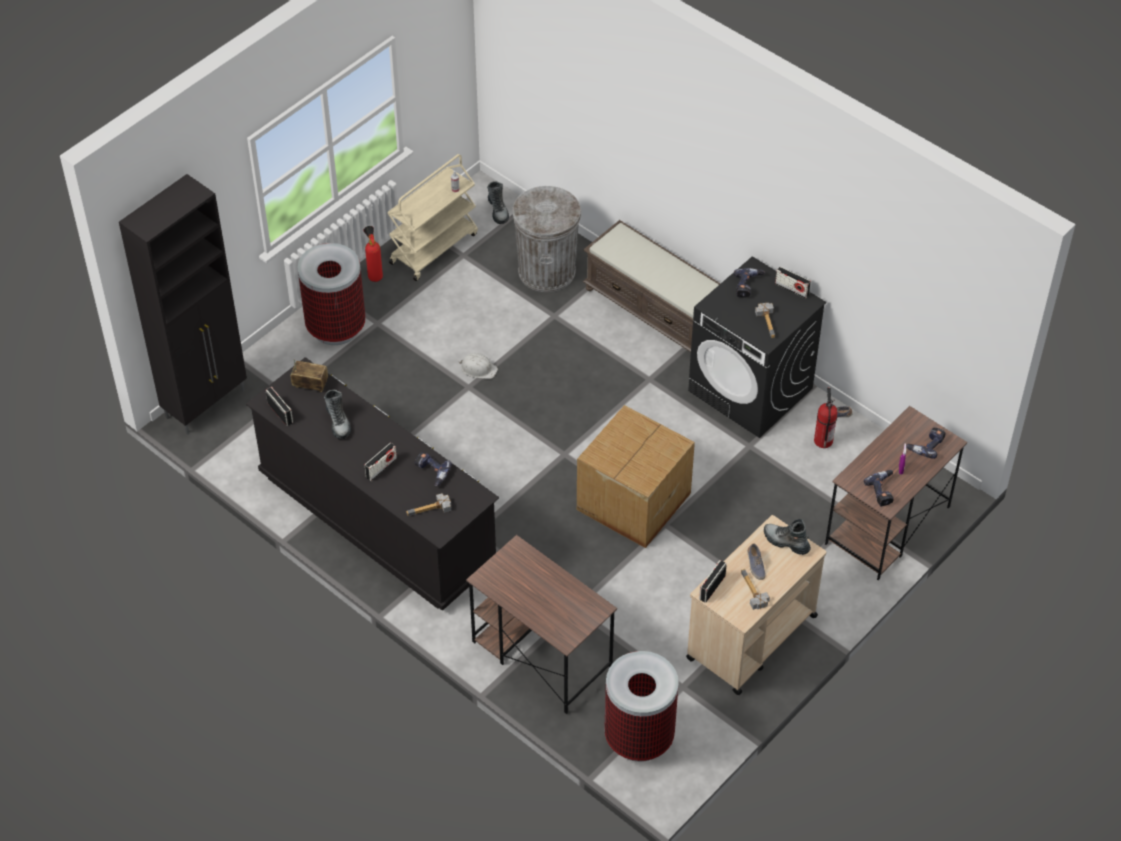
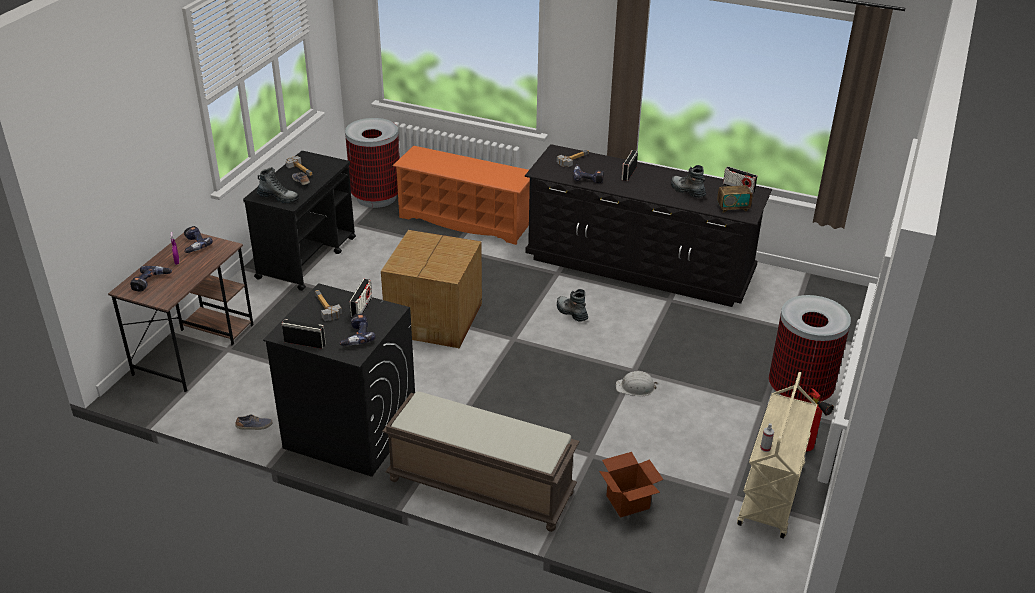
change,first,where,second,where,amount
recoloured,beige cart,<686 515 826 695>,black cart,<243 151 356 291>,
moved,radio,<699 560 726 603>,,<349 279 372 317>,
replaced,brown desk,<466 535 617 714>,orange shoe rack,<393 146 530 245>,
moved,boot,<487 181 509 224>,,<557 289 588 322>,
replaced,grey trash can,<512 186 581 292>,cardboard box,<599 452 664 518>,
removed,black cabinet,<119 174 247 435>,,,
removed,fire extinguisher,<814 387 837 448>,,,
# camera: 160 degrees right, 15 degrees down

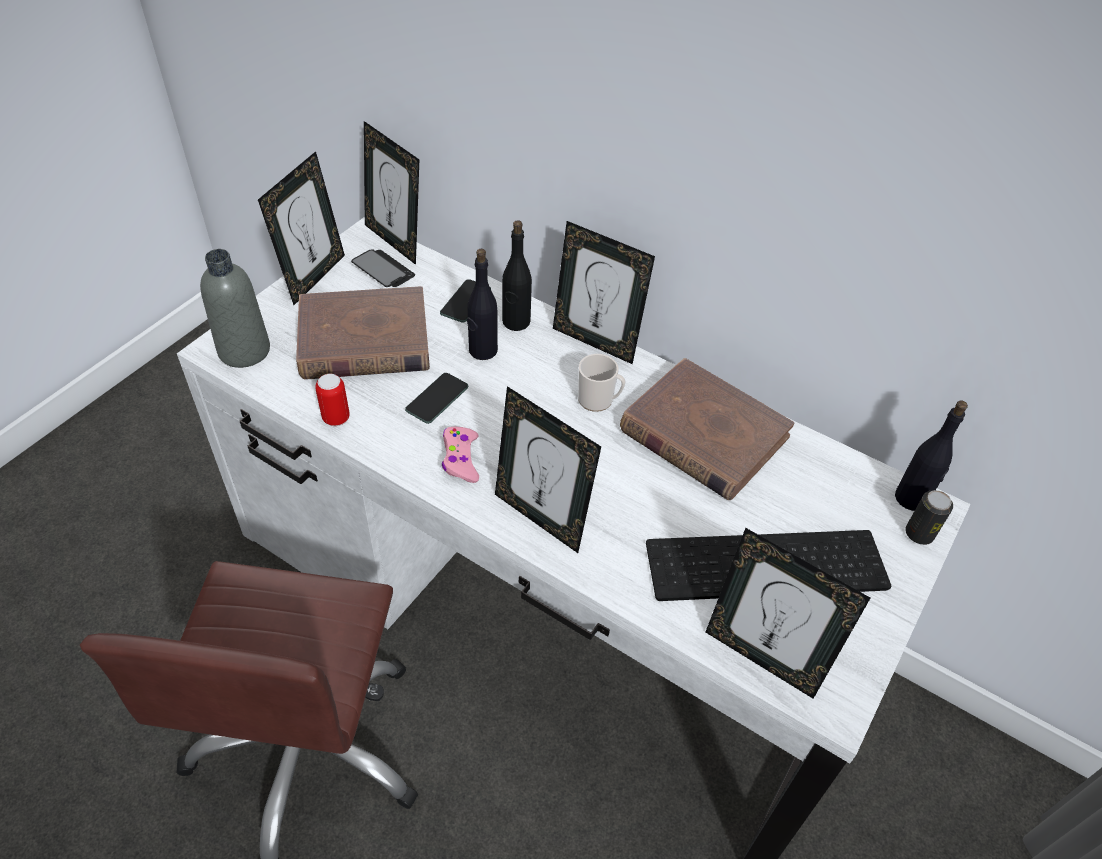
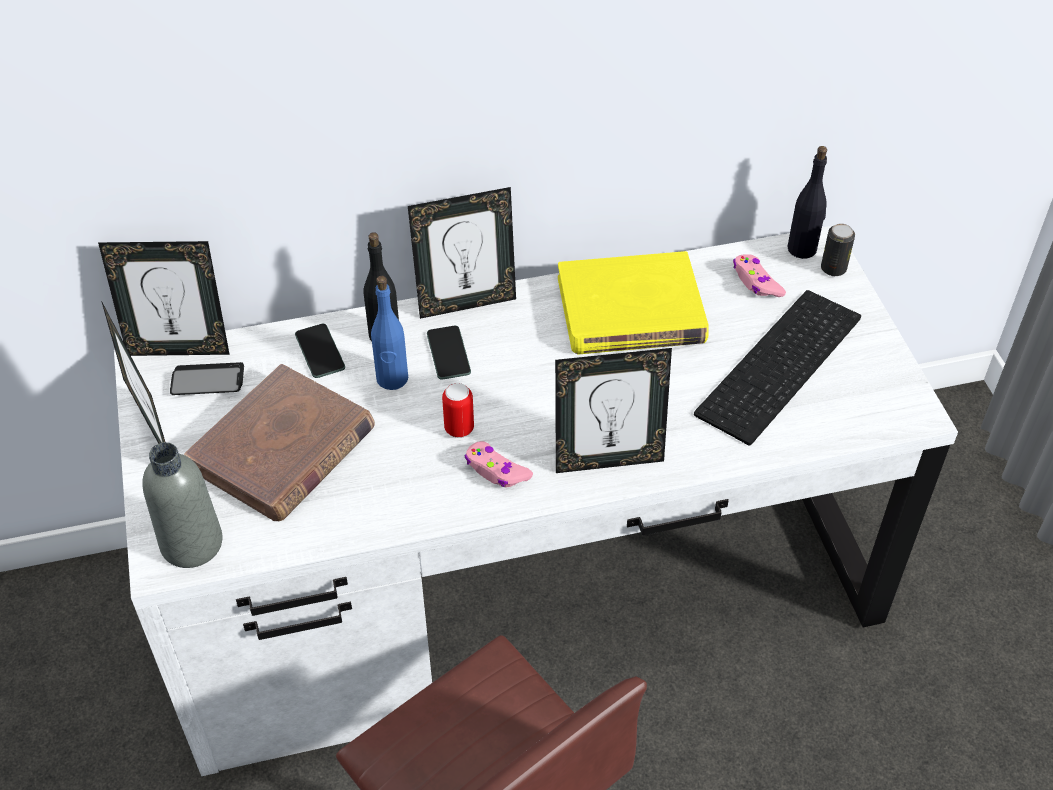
change,first,where,second,where,amount
recoloured,black bottle,<467 249 498 360>,blue bottle,<371 276 408 390>,
moved,phone,<405 373 468 424>,,<427 326 471 380>,
moved,can,<315 374 350 426>,,<442 383 474 438>,
recoloured,brown book,<620 358 794 500>,yellow book,<558 251 709 355>,
added,,,pink game controller,<733 254 786 297>,
removed,mug,<578 354 626 412>,,,
removed,picture frame,<706 528 870 699>,,,
# camera: 45 degrees left, 0 degrees up

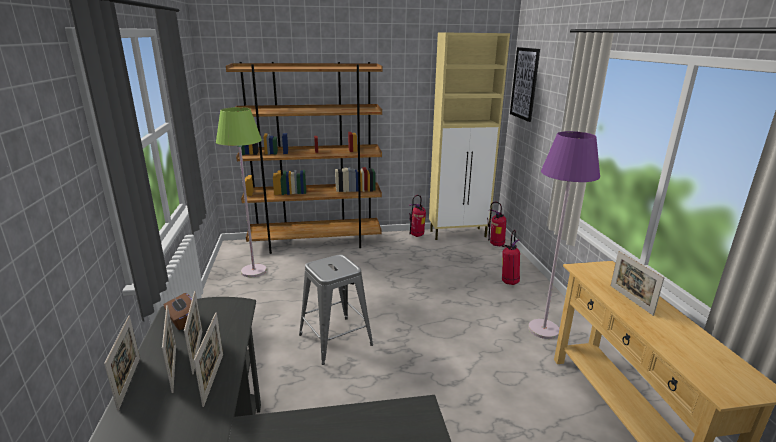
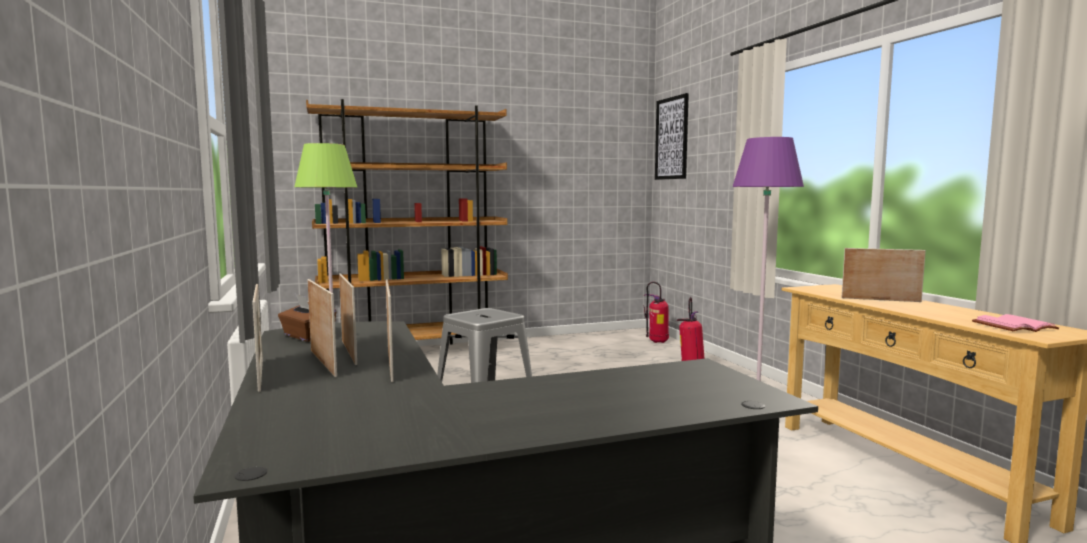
change,first,where,second,where,amount
turned,picture frame,<611 251 664 316>,,<842 248 926 302>,135 degrees clockwise
added,,,pink book,<972 314 1059 332>,
removed,fire extinguisher,<408 195 426 237>,,,
removed,beige cabinet,<429 32 510 240>,,,
# camera: 10 degrees left, 15 degrees down

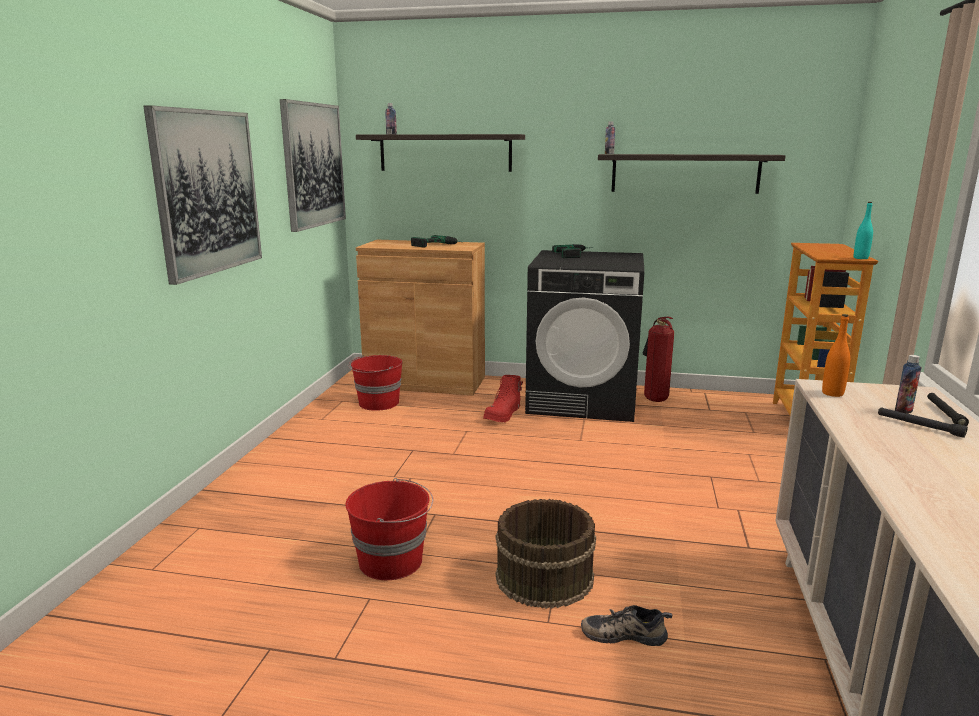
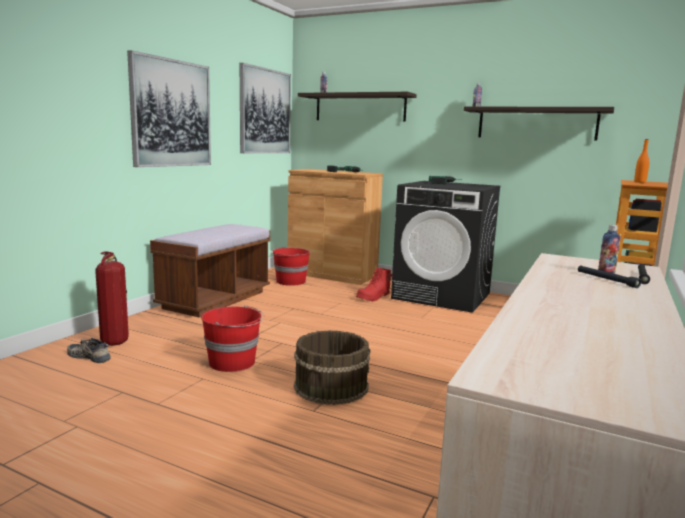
change,first,where,second,where,amount
moved,shoe,<581 605 672 646>,,<67 338 111 363>,
moved,fire extinguisher,<642 316 674 402>,,<95 251 129 346>,
added,,,brown bench,<150 224 270 318>,
moved,orange bottle,<822 314 850 397>,,<634 139 649 183>,
removed,turquoise bottle,<854 202 873 259>,,,
# camera: 15 degrees right, 5 degrees down

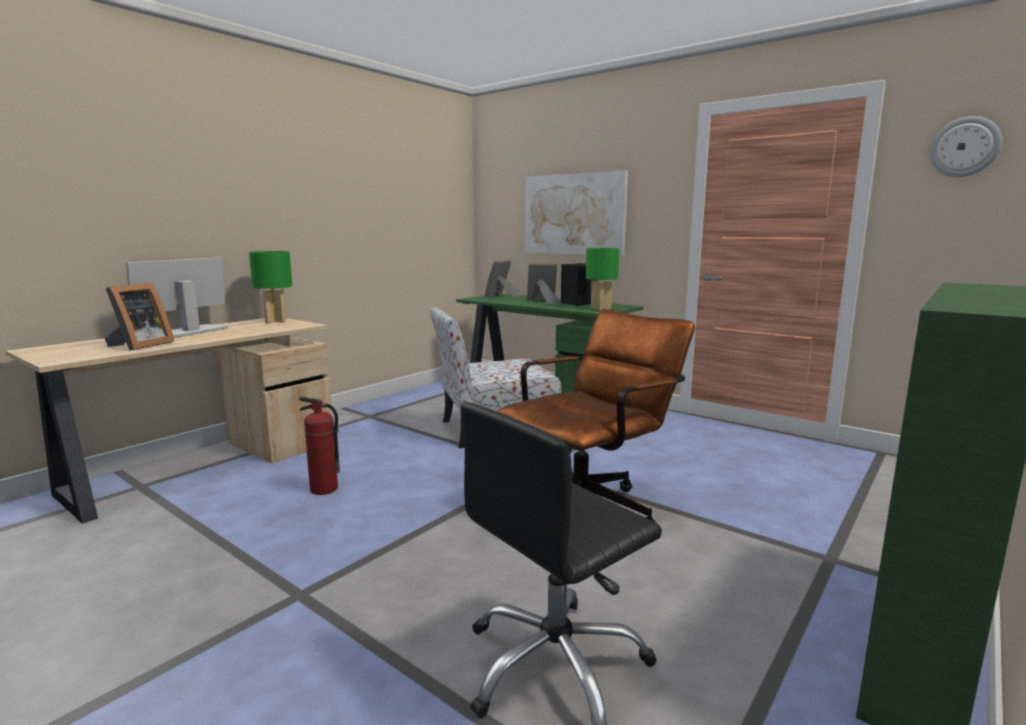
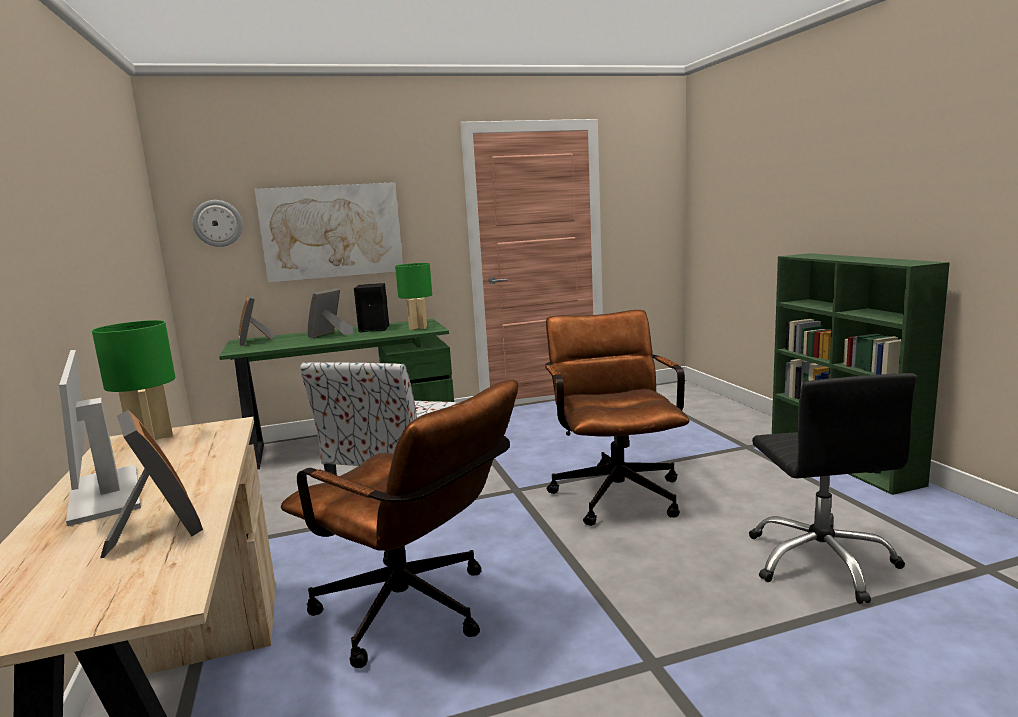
change,first,where,second,where,amount
moved,wall clock,<929 116 1002 177>,,<192 200 243 247>,
replaced,fire extinguisher,<299 397 340 495>,brown office chair,<281 380 518 668>,
# camera: 55 degrees left, 0 degrees up

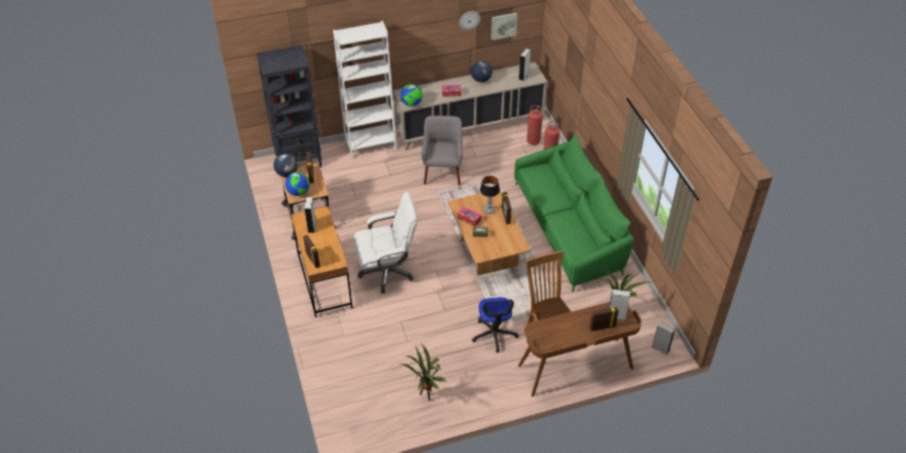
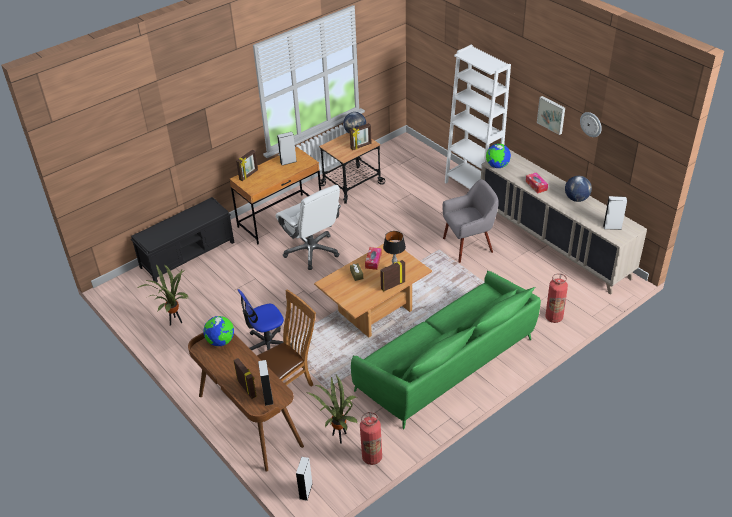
change,first,where,second,where,amount
added,,,black bench,<131 197 234 282>,
moved,globe,<285 172 309 196>,,<203 316 234 346>,
moved,fire extinguisher,<527 105 543 145>,,<360 412 382 465>,
moved,picture,<491 13 517 40>,,<537 96 565 135>,
removed,black bookcase,<257 45 322 167>,,,
# camera: 70 degrees right, 5 degrees down

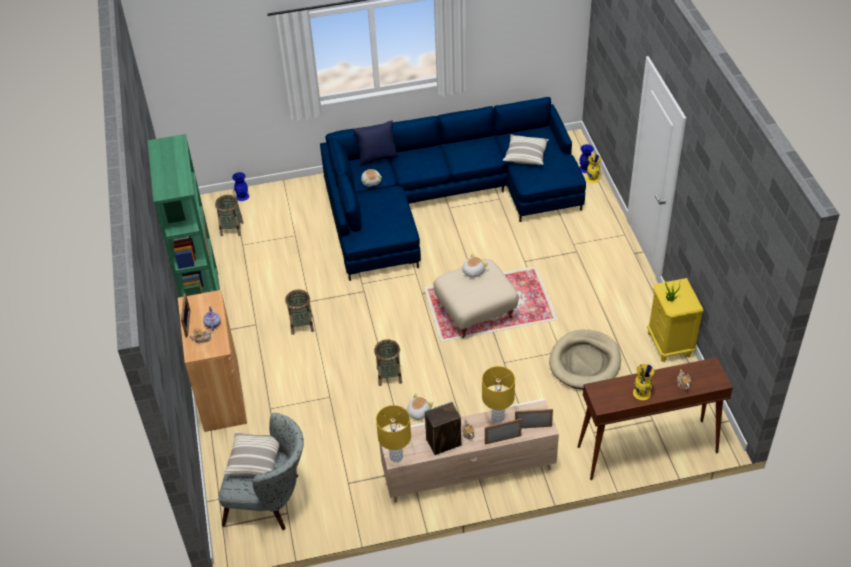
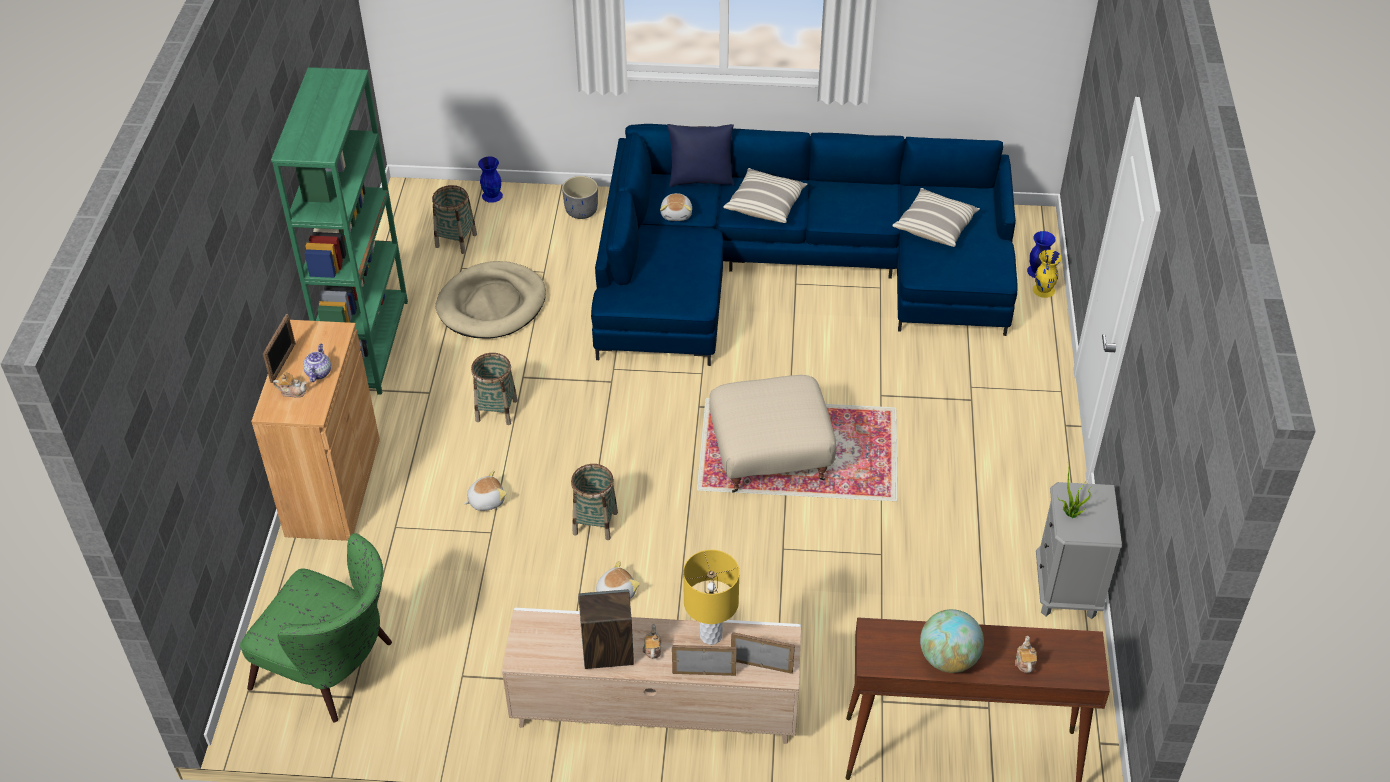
change,first,where,second,where,amount
recoloured,grey armchair,<218 413 304 530>,green armchair,<240 533 392 722>,
moved,beige dog bed,<549 329 621 390>,,<436 261 546 338>,
moved,plush toy,<462 253 488 278>,,<464 470 507 511>,
added,,,grey planter,<562 176 598 219>,
moved,pillow,<223 432 279 476>,,<723 168 807 223>,
replaced,yellow vase,<633 364 654 400>,globe,<920 609 984 673>,
recoloured,yellow nightstand,<647 278 704 362>,grey nightstand,<1036 482 1122 619>,
removed,yellow table lamp,<376 405 411 463>,,,
# camera: 15 degrees right, 0 degrees up

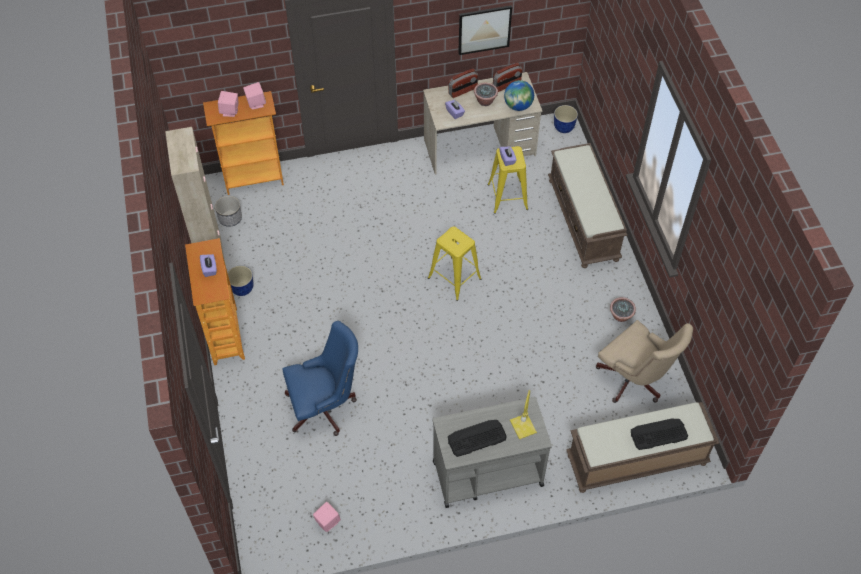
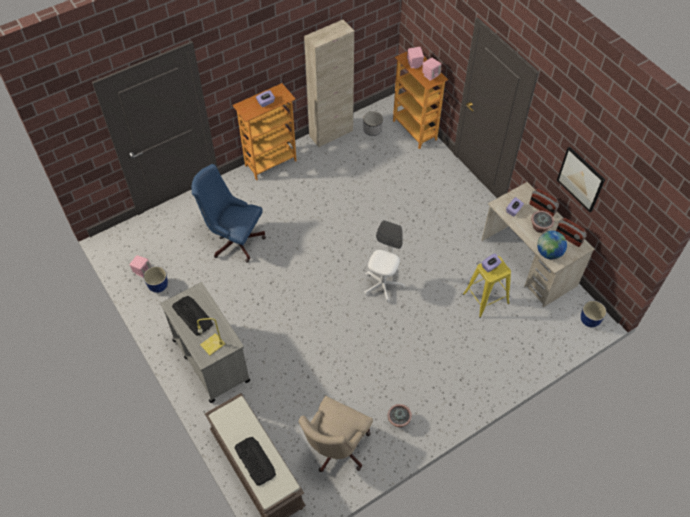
change,first,where,second,where,amount
moved,planter,<228 265 253 296>,,<144 266 168 293>,
turned,blue office chair,<282 321 358 436>,,<191 164 266 263>,150 degrees clockwise
replaced,yellow stool,<428 226 482 301>,white office chair,<364 220 405 303>,
removed,brown bench,<548 143 627 268>,,,
# camera: 70 degrees right, 0 degrees up

